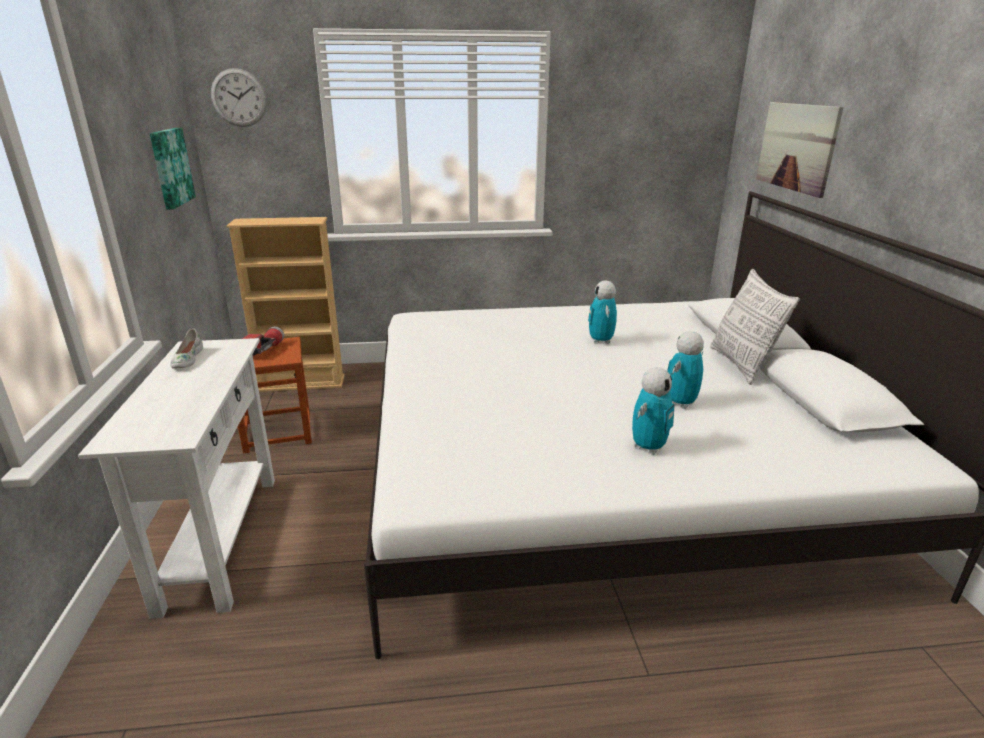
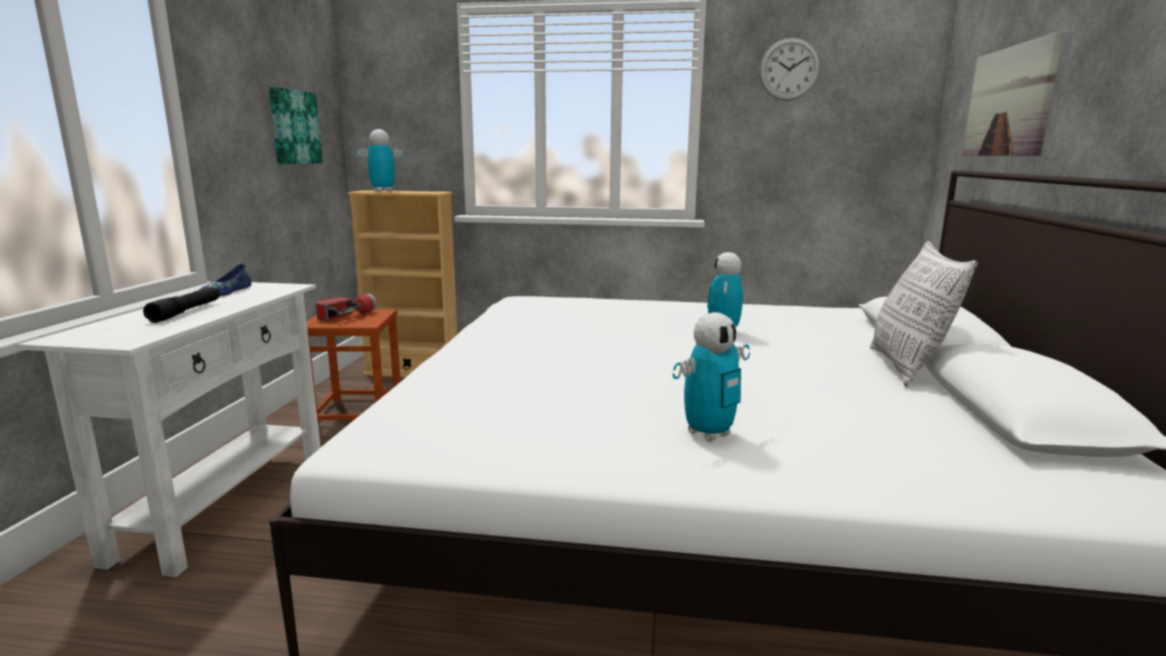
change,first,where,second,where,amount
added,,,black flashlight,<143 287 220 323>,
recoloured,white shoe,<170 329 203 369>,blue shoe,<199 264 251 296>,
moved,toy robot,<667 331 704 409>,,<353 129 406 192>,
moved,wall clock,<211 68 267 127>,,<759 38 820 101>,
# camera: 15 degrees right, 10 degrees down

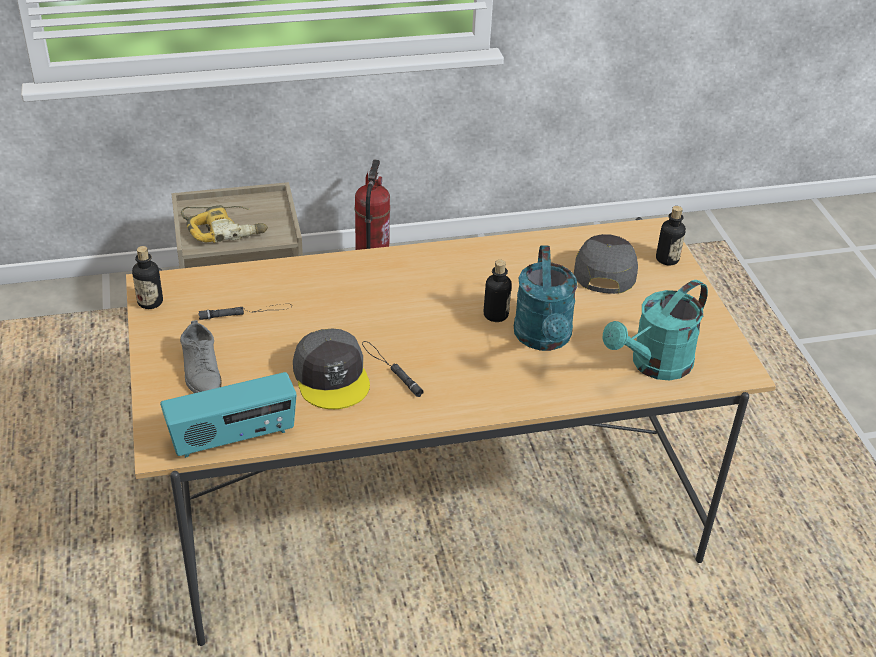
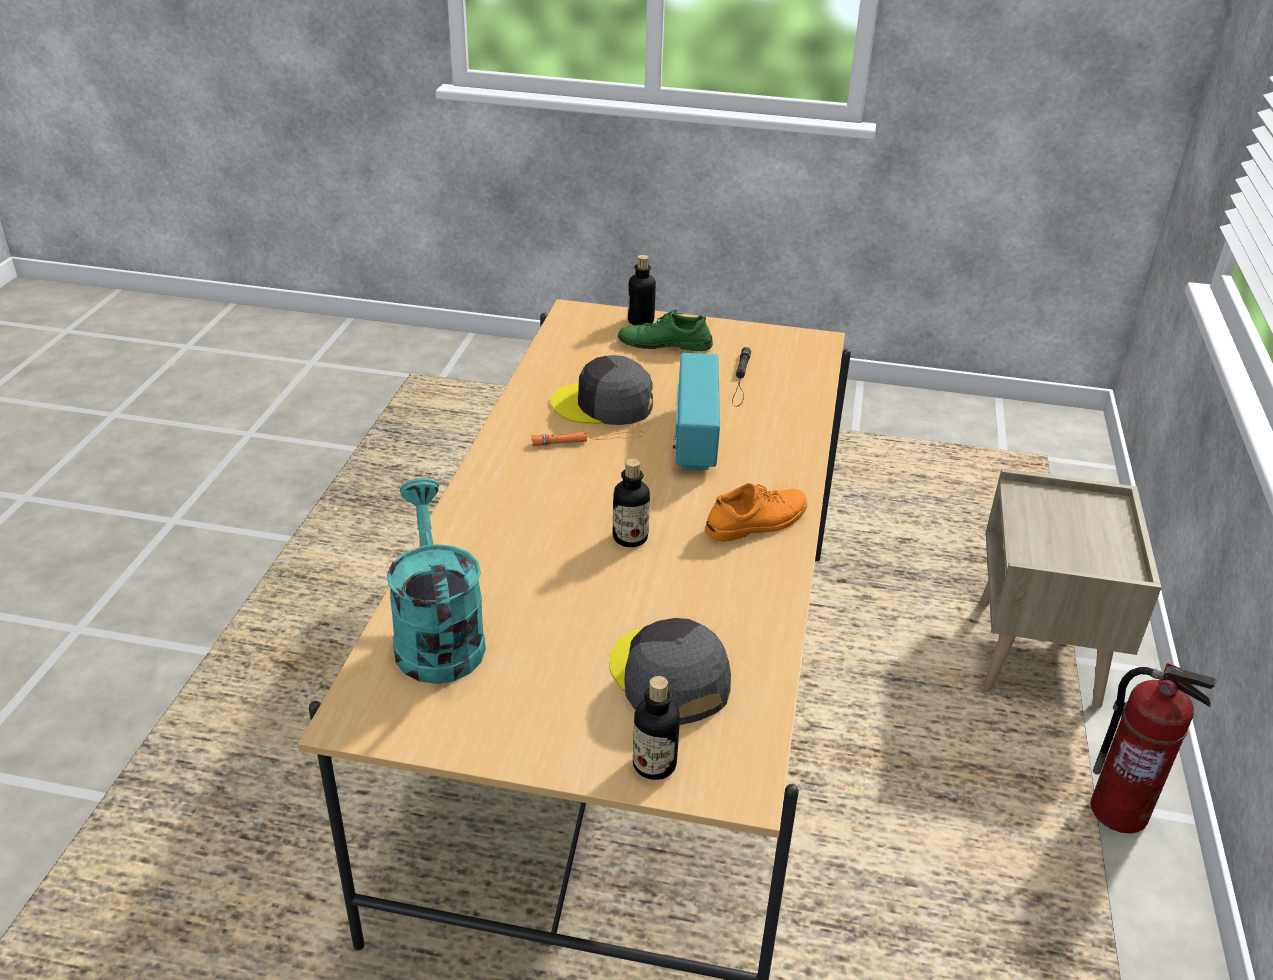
change,first,where,second,where,amount
recoloured,black flashlight,<362 341 424 397>,orange flashlight,<532 432 645 446>,
turned,grey cap,<574 234 638 294>,,<609 618 731 725>,150 degrees counterclockwise
recoloured,grey shoe,<180 320 222 393>,green shoe,<618 310 713 351>,
moved,bottle,<132 246 163 309>,,<628 255 656 325>,
moved,radio,<160 372 297 458>,,<673 353 720 470>,
added,,,orange shoe,<705 483 807 542>,
removed,power drill,<181 205 268 243>,,,
removed,turquoise watering can,<514 245 578 351>,,,
# camera: 115 degrees right, 5 degrees down

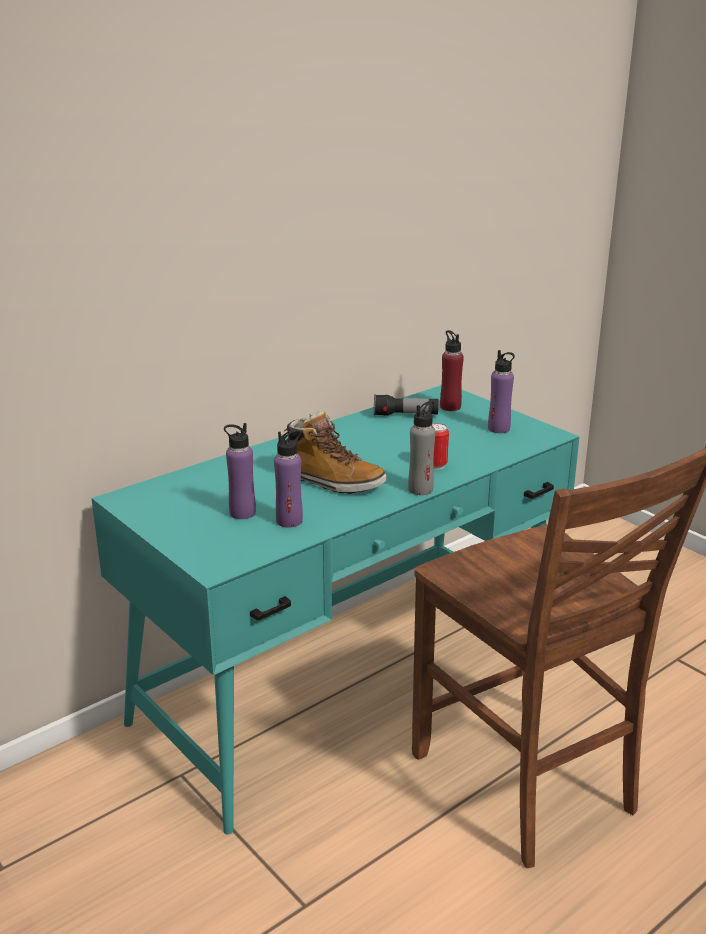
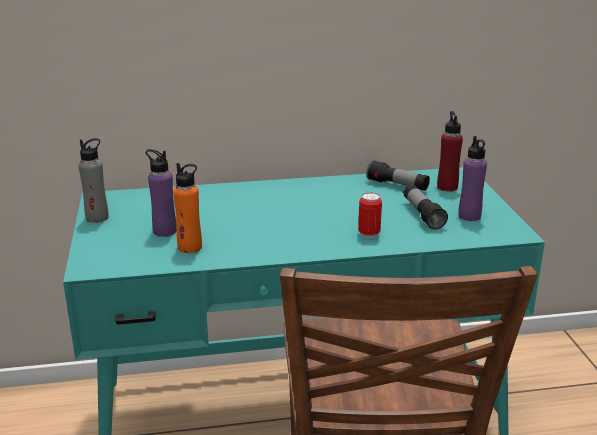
change,first,where,second,where,amount
moved,grey bottle,<408 401 436 495>,,<78 138 109 223>,
recoloured,purple bottle,<274 429 303 528>,orange bottle,<173 163 202 253>,
added,,,flashlight,<403 184 448 229>,
removed,boot,<284 411 387 494>,,,
# camera: 30 degrees right, 0 degrees up

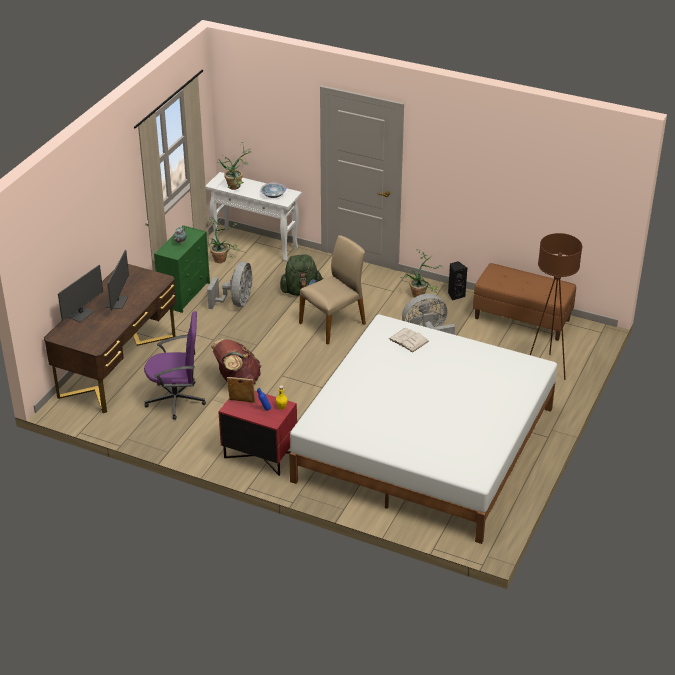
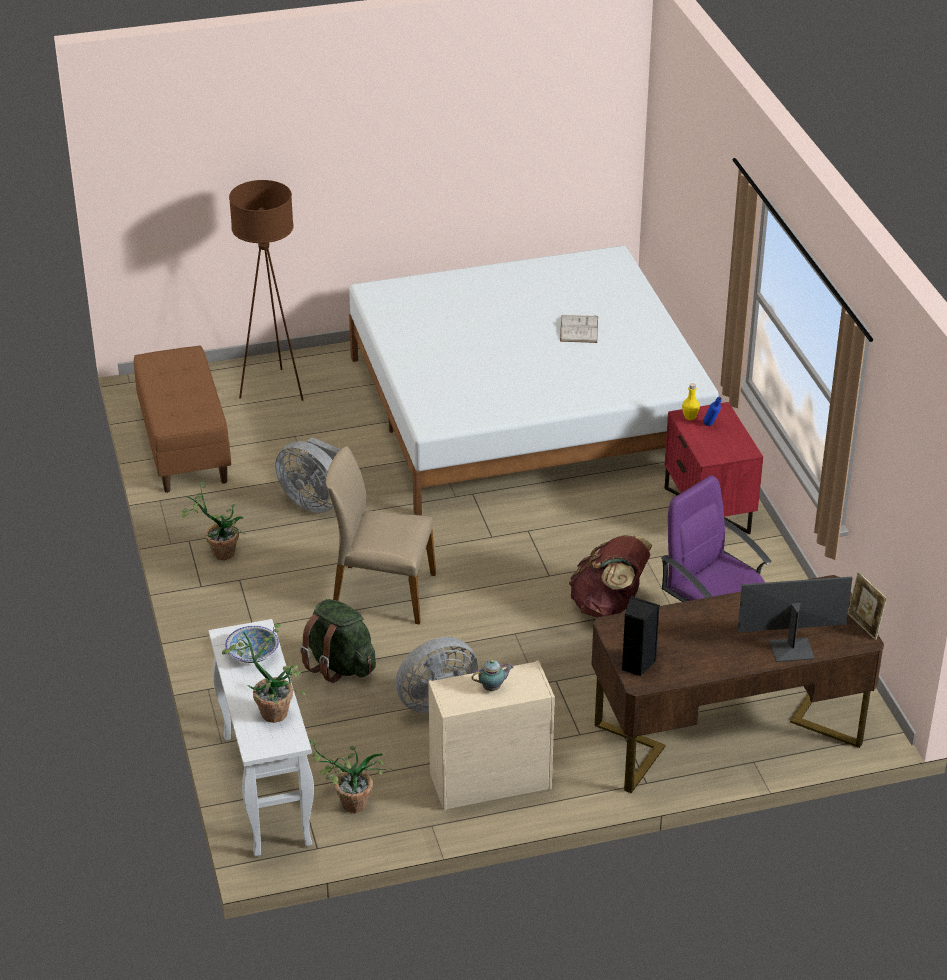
change,first,where,second,where,amount
recoloured,green dresser,<154 225 210 313>,beige dresser,<428 661 555 811>,
moved,white book,<389 328 429 352>,,<560 315 598 343>,
moved,black speaker,<448 261 467 301>,,<622 596 660 676>,
moved,picture frame,<227 377 255 403>,,<848 572 887 640>,
removed,monitor,<106 250 129 310>,,,
# camera: 130 degrees left, 0 degrees up

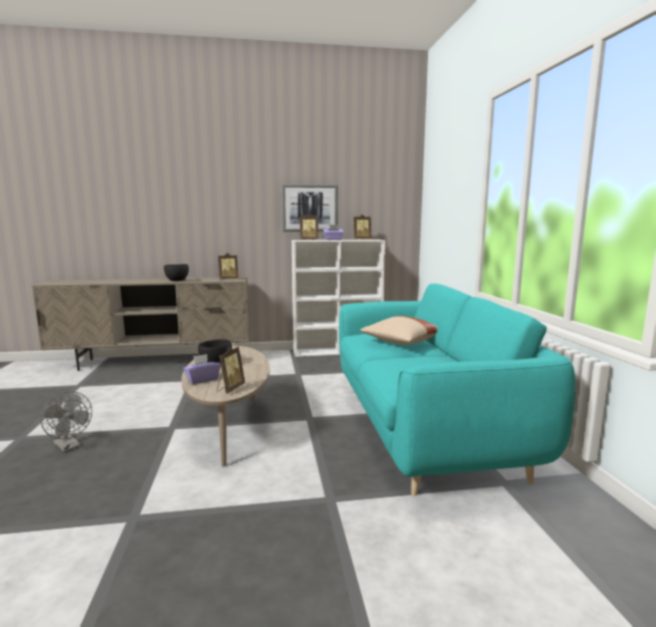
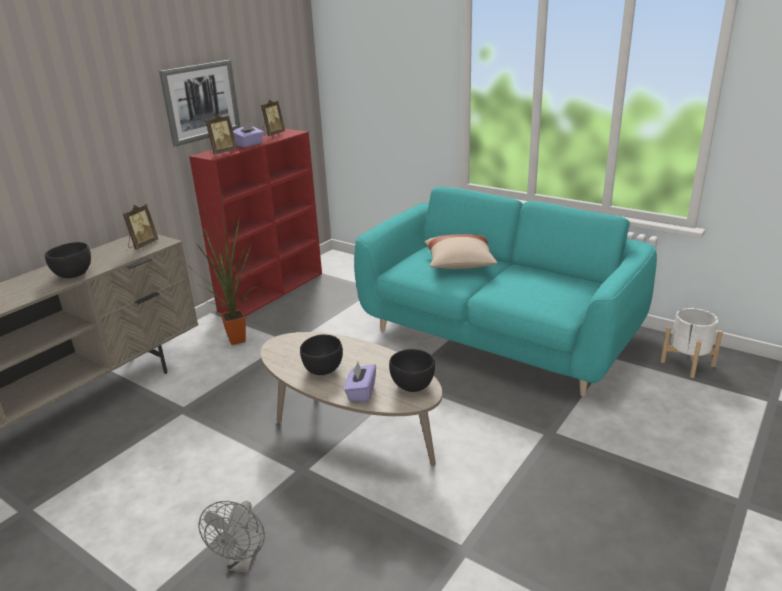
change,first,where,second,where,amount
recoloured,white bookcase,<292 240 385 357>,red bookcase,<189 129 322 316>,
added,,,potted plant,<190 191 260 345>,
turned,grey fan,<40 391 92 452>,,<199 501 265 573>,105 degrees clockwise
replaced,picture frame,<217 346 245 394>,black bowl,<389 349 435 392>,
added,,,white planter,<660 308 723 378>,
# camera: 45 degrees left, 15 degrees up

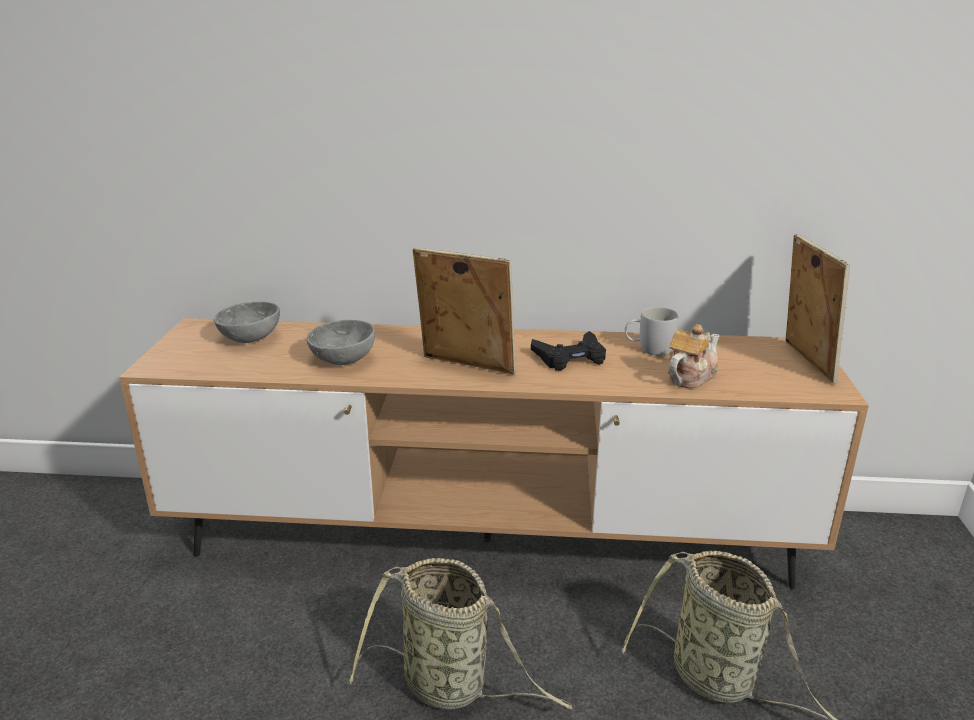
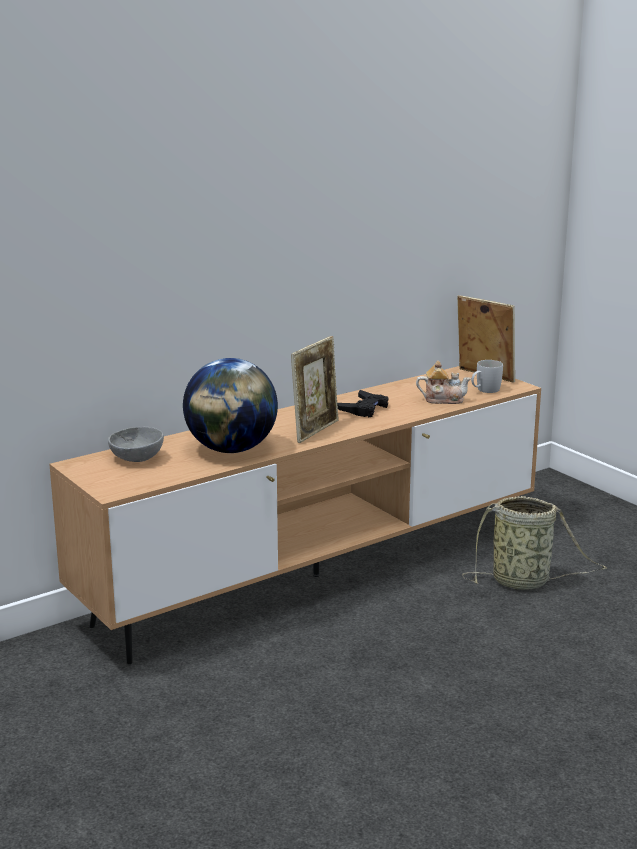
change,first,where,second,where,amount
replaced,grey bowl,<307 320 375 365>,globe,<183 358 278 453>,
turned,picture frame,<413 248 516 375>,,<291 336 339 443>,135 degrees clockwise
turned,teapot,<668 324 720 389>,,<416 361 471 404>,90 degrees clockwise
moved,white mug,<625 307 678 356>,,<471 360 503 393>,
removed,basket,<349 558 572 710>,,,
# camera: 40 degrees left, 5 degrees down

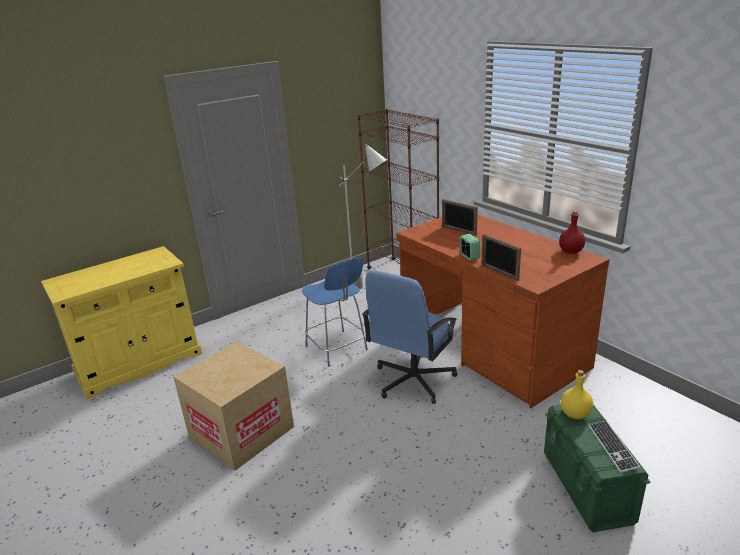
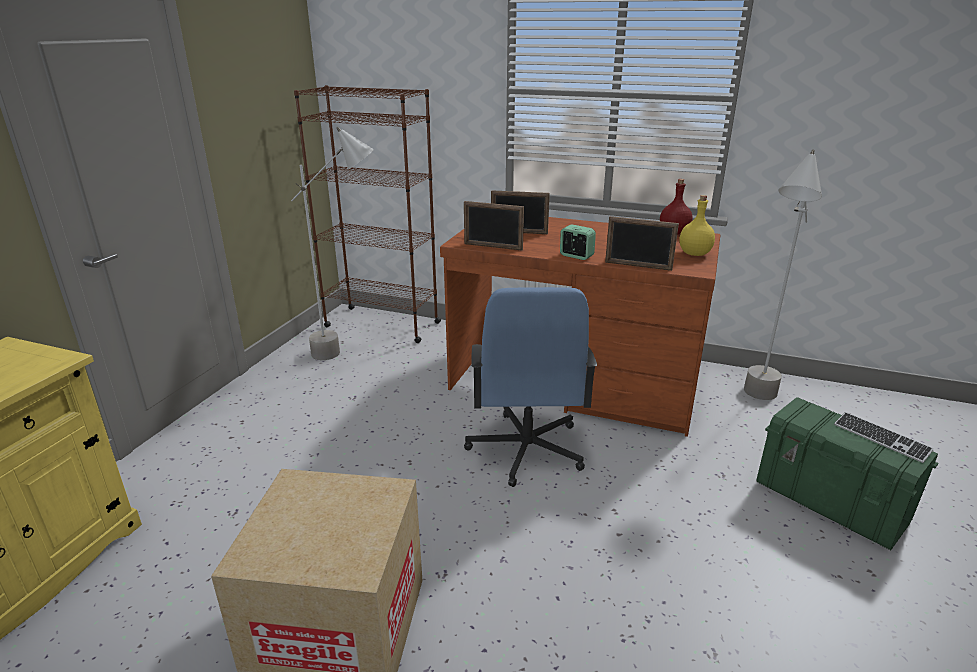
change,first,where,second,where,amount
added,,,picture frame,<464 201 524 250>,
moved,yellow bottle,<561 370 593 419>,,<679 195 715 256>,
added,,,grey floor lamp,<744 150 822 400>,
removed,blue chair,<302 258 368 367>,,,
# camera: 35 degrees left, 0 degrees up

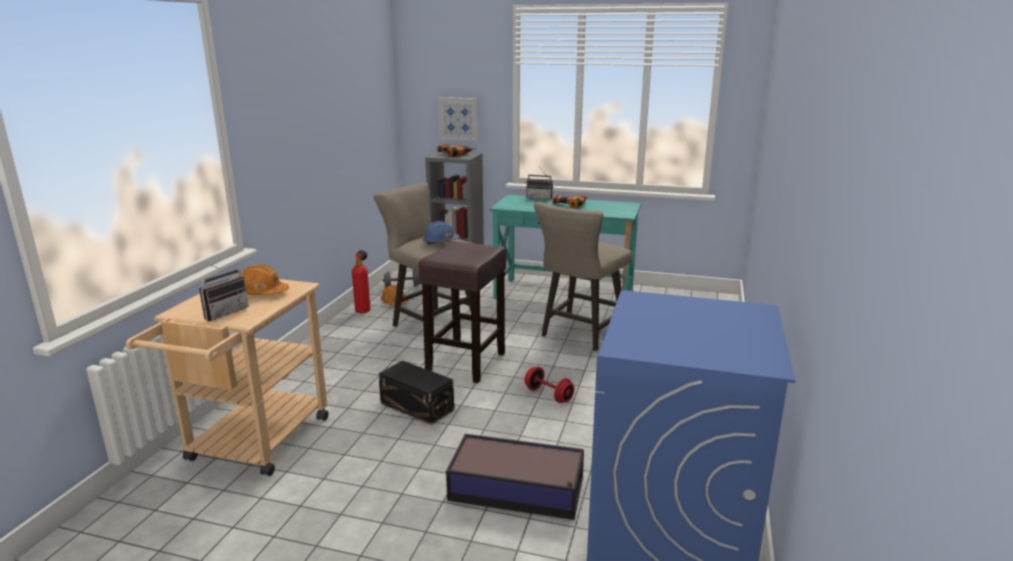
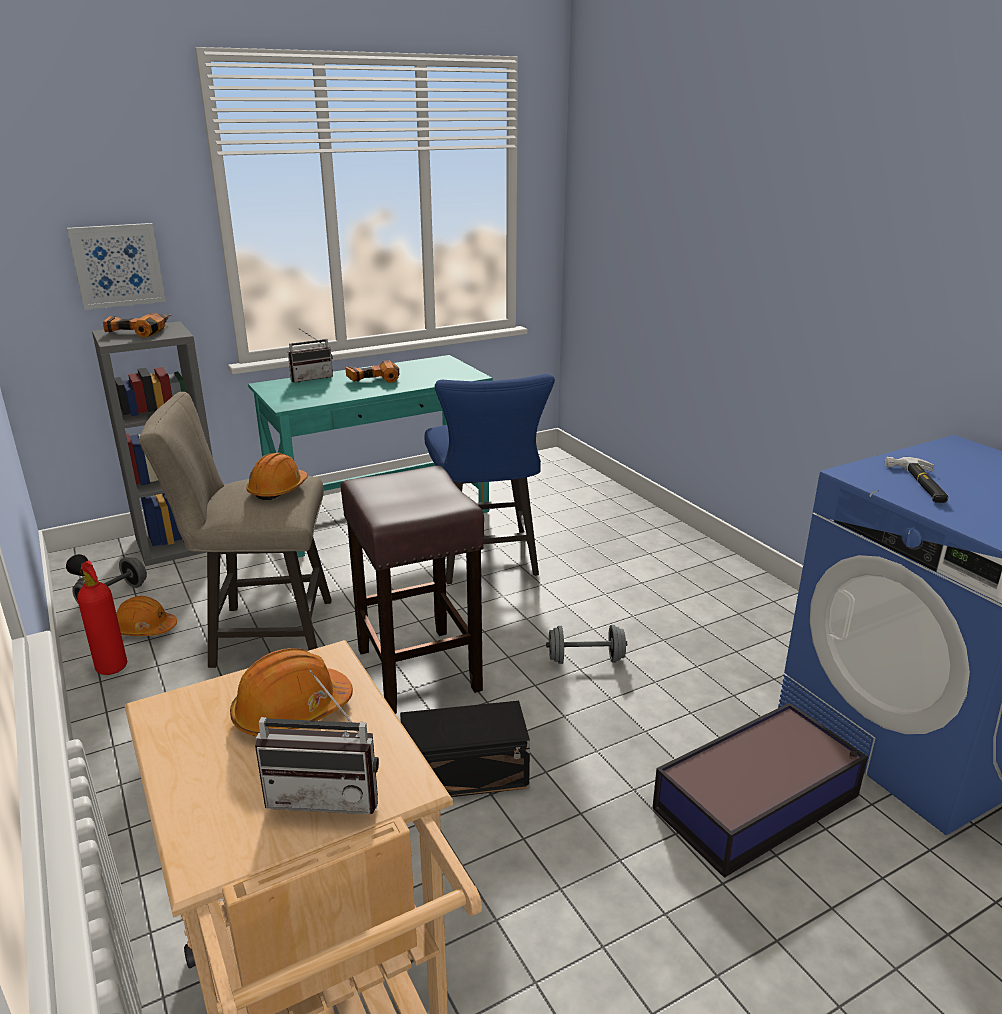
change,first,where,second,where,amount
recoloured,blue hard hat,<423 221 460 244>,orange hard hat,<246 453 308 500>,
turned,radio,<199 262 249 321>,,<255 670 379 814>,105 degrees clockwise
recoloured,beige stool,<534 202 633 351>,blue stool,<425 374 555 584>,
recoloured,red dumbbell,<525 367 575 403>,grey dumbbell,<546 625 627 664>,
added,,,hammer,<885 457 948 503>,
# camera: 45 degrees left, 5 degrees up

